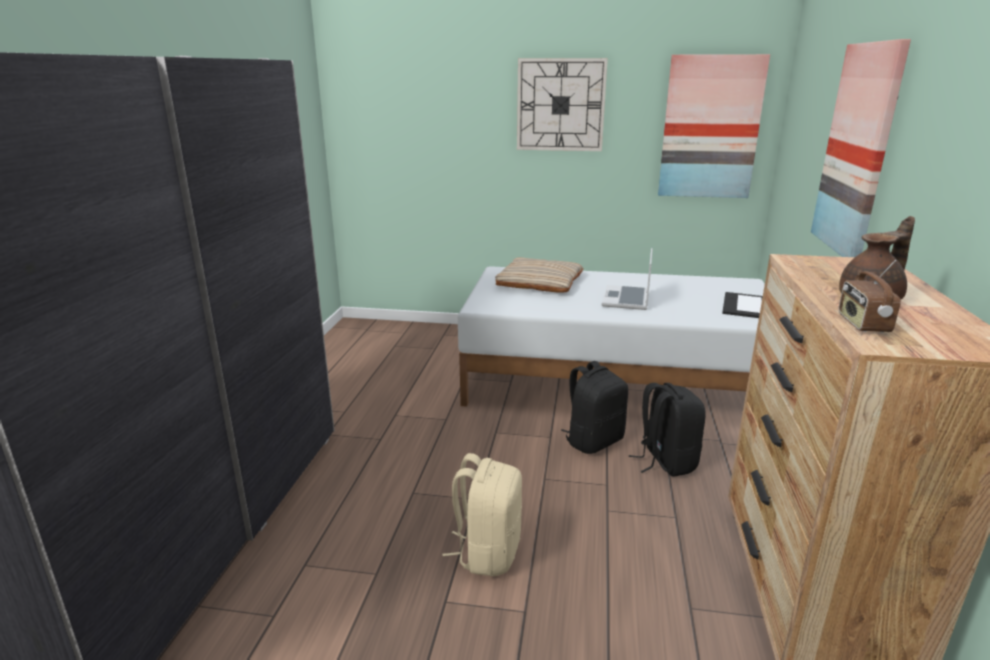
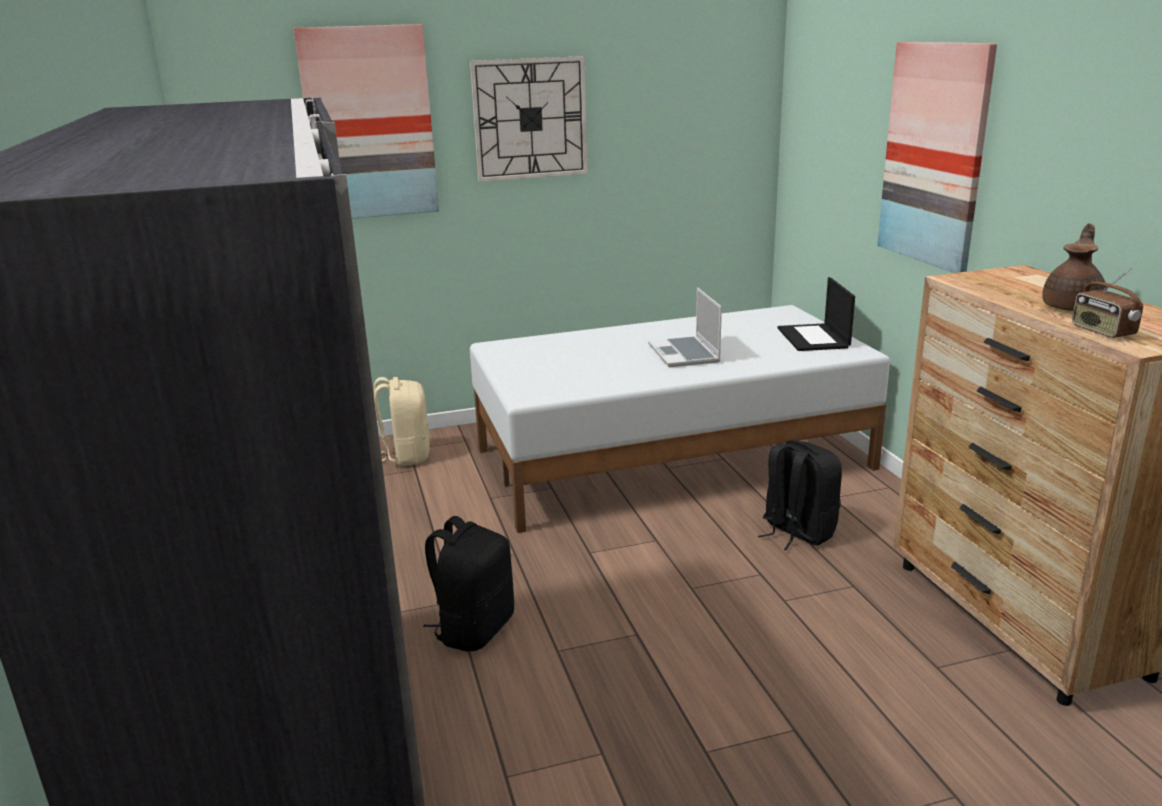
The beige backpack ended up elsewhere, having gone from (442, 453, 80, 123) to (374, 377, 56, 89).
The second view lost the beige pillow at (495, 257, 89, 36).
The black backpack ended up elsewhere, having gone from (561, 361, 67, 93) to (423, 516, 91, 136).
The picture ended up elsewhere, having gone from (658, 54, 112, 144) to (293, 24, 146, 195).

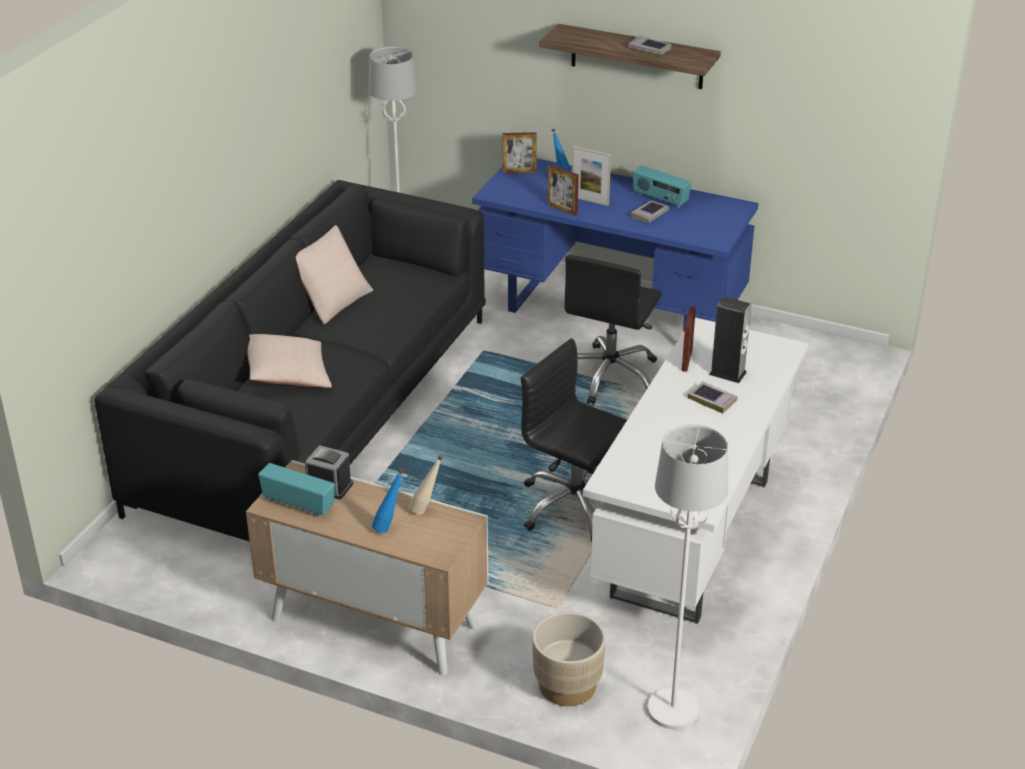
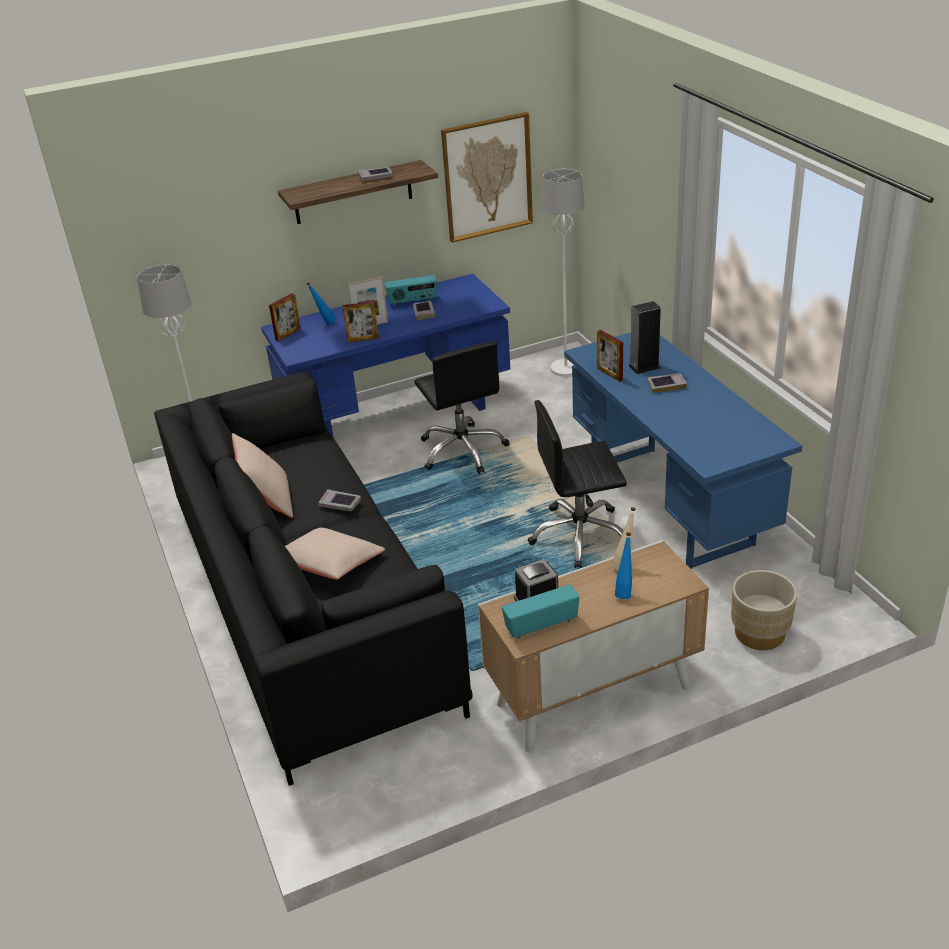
What was the white desk at (583, 317, 225, 307) turned into the blue desk at (564, 332, 238, 237).
The white floor lamp ended up elsewhere, having gone from (647, 425, 81, 304) to (541, 168, 44, 209).
The second view gained the book at (318, 489, 43, 22).
The second view gained the picture at (441, 112, 92, 131).

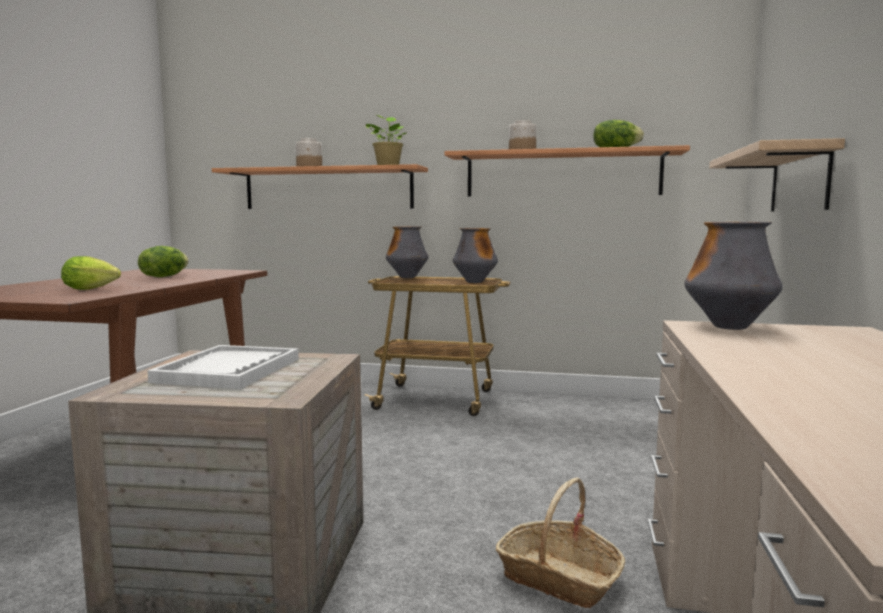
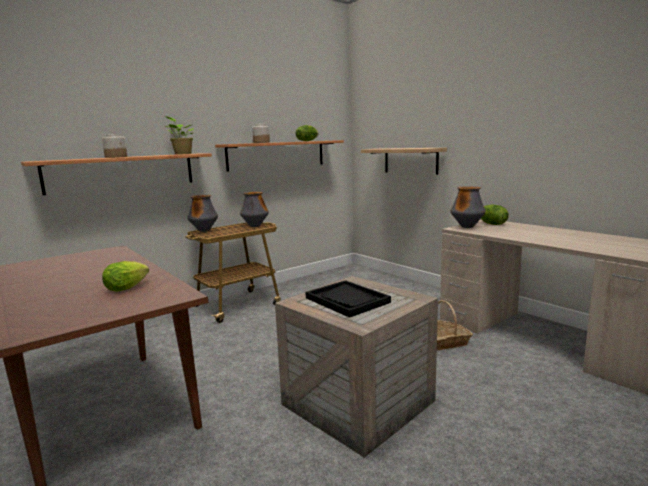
The lettuce ended up elsewhere, having gone from (138, 246, 51, 31) to (481, 205, 28, 20).
What was the white tray at (148, 345, 151, 44) turned into the black tray at (306, 280, 85, 38).

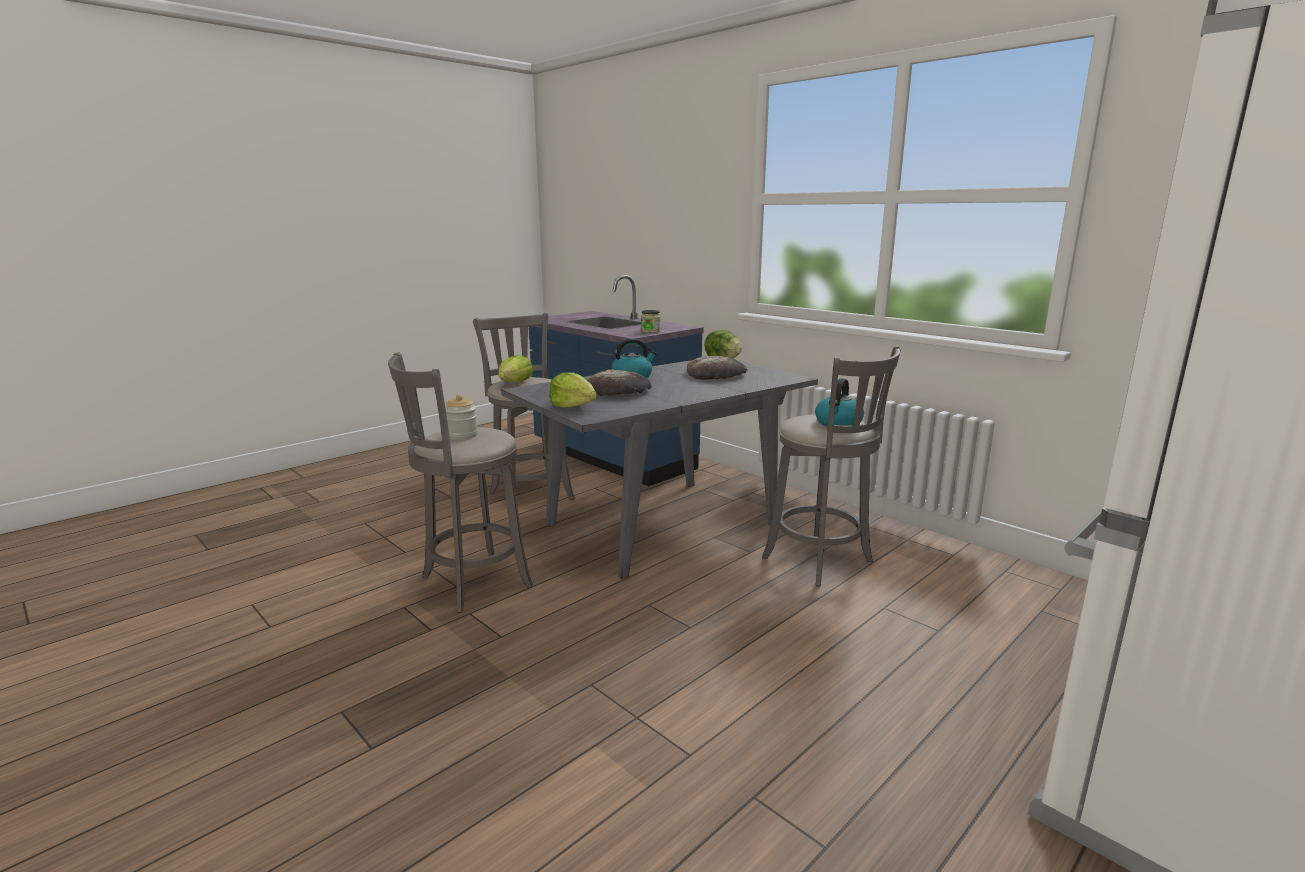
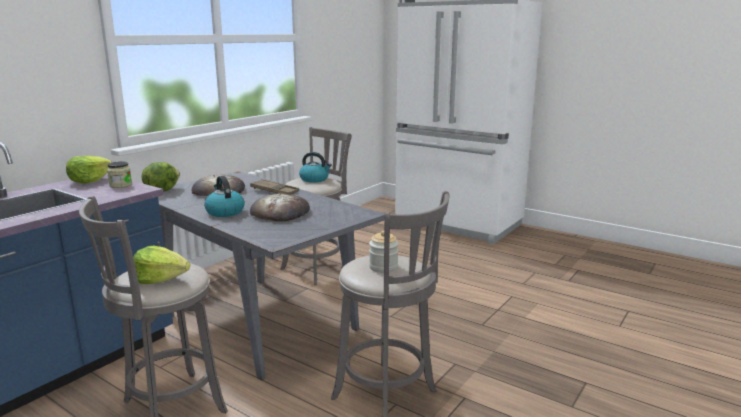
The lettuce ended up elsewhere, having gone from (549, 372, 48, 36) to (66, 156, 46, 28).
The second view gained the brown tray at (250, 179, 49, 16).

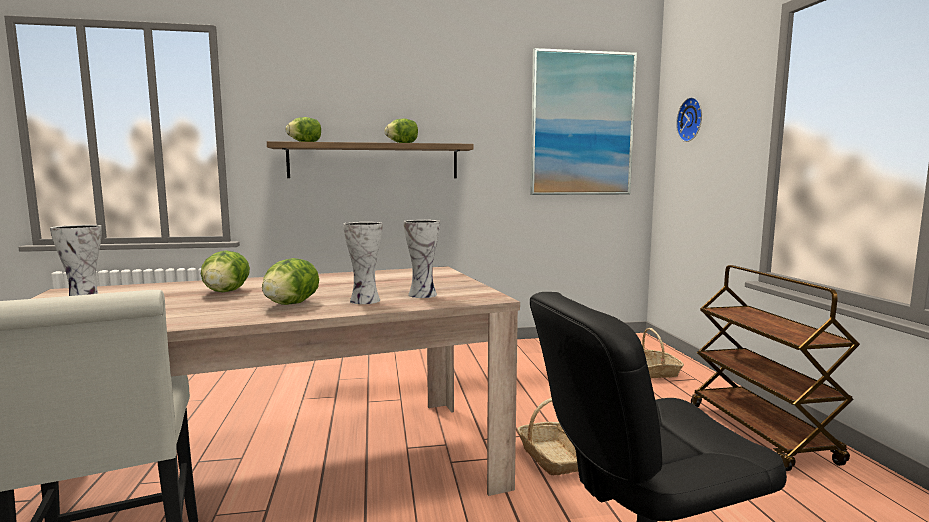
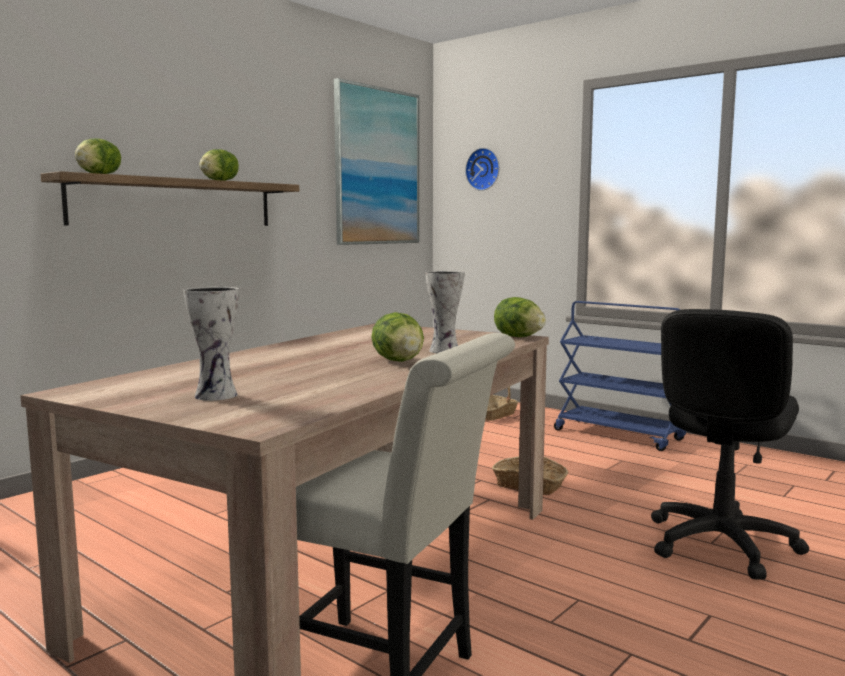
The lettuce ended up elsewhere, having gone from (201, 250, 49, 42) to (494, 297, 52, 40).
The second view lost the vase at (403, 220, 37, 78).
What was the brown cart at (691, 265, 169, 206) turned into the blue cart at (554, 301, 132, 150).

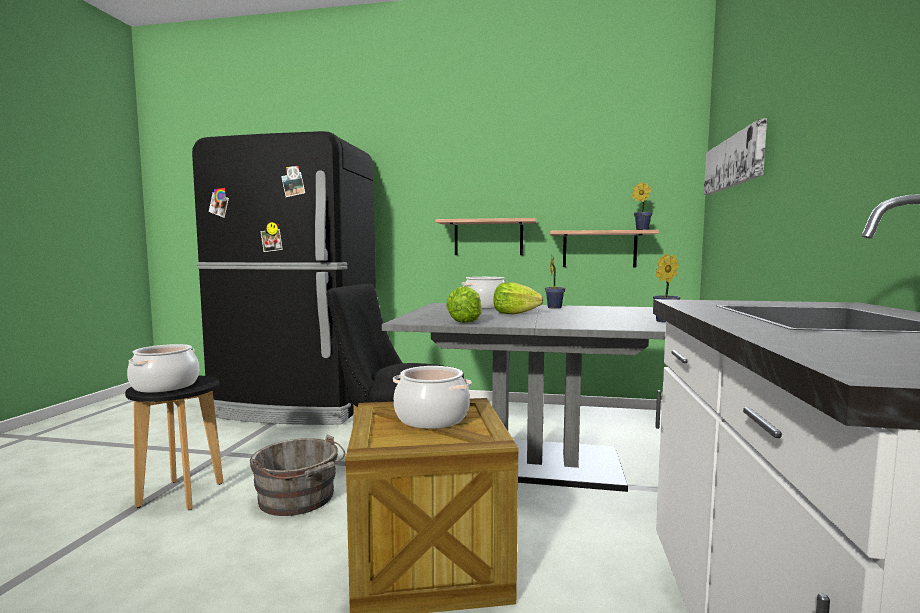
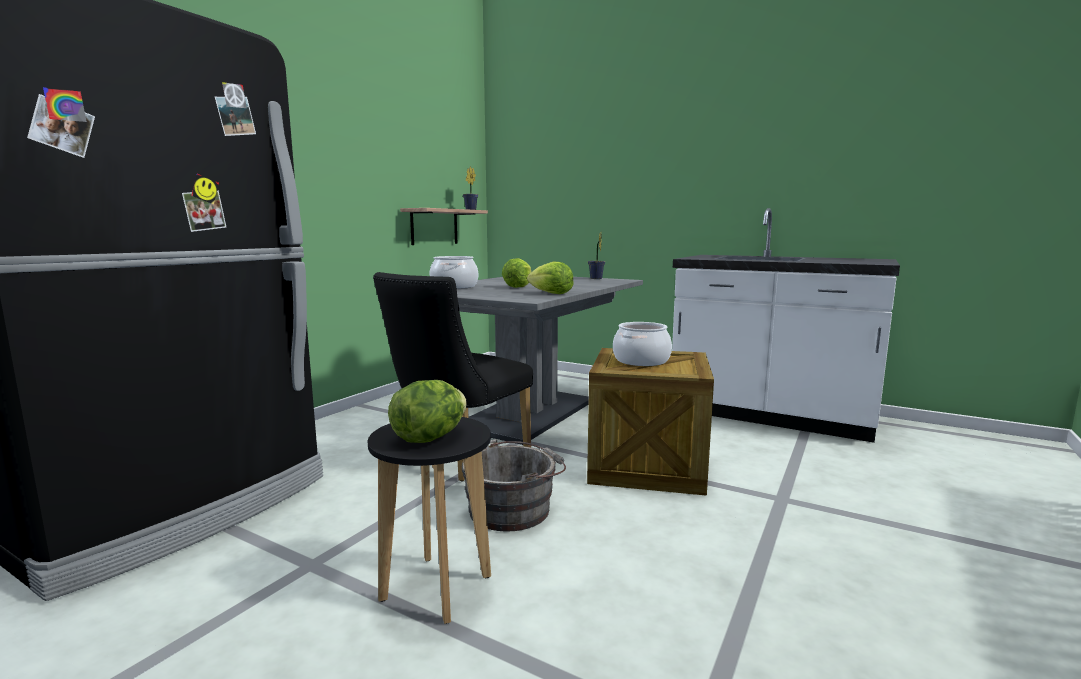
Where the cooking pot stood at (127, 344, 72, 49), the lettuce came to stand at (388, 380, 79, 63).
The second view lost the shelf at (435, 218, 101, 37).
The second view lost the potted plant at (545, 254, 20, 55).
The second view lost the picture at (704, 118, 63, 77).

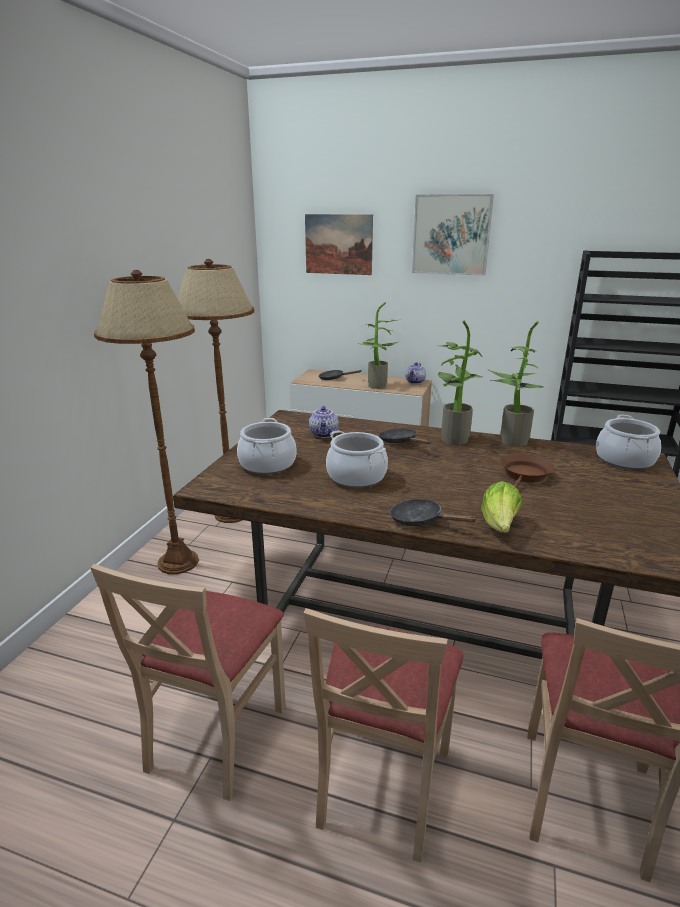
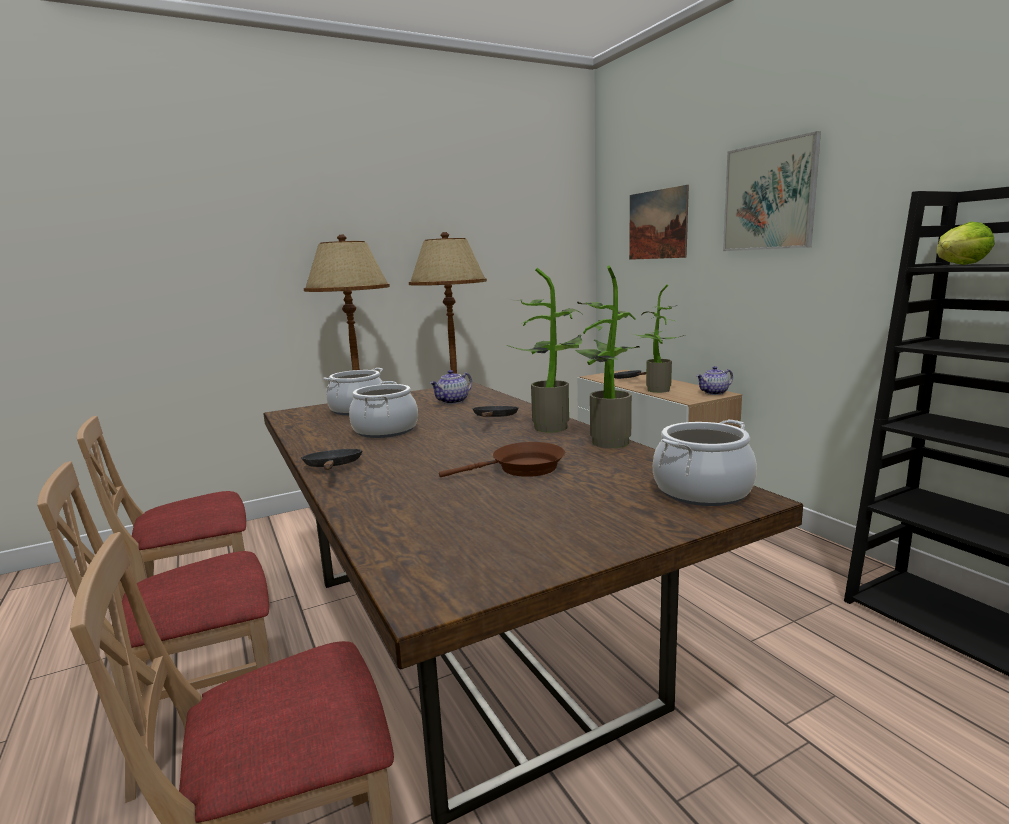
The lettuce ended up elsewhere, having gone from (481, 481, 41, 52) to (937, 222, 58, 43).

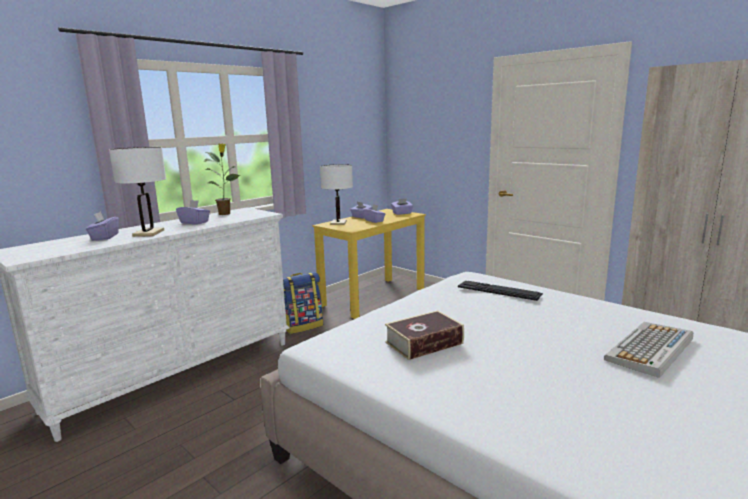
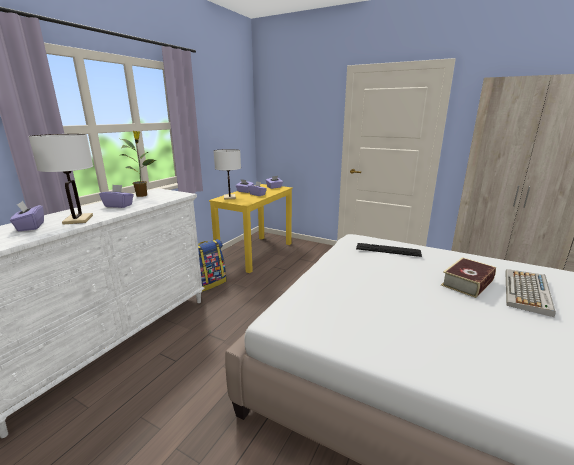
The book ended up elsewhere, having gone from (385, 310, 79, 50) to (441, 257, 55, 41).

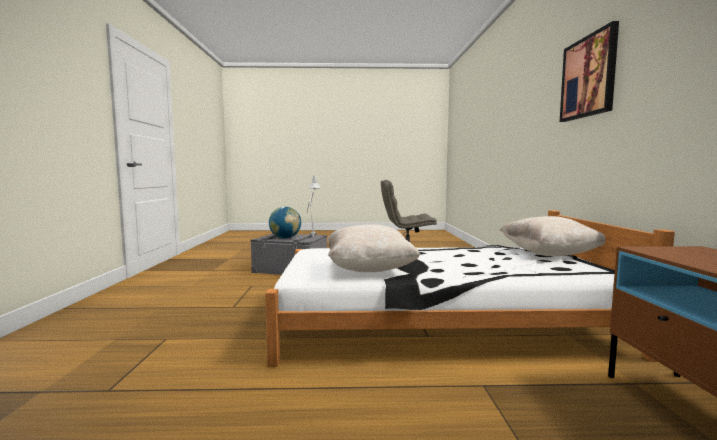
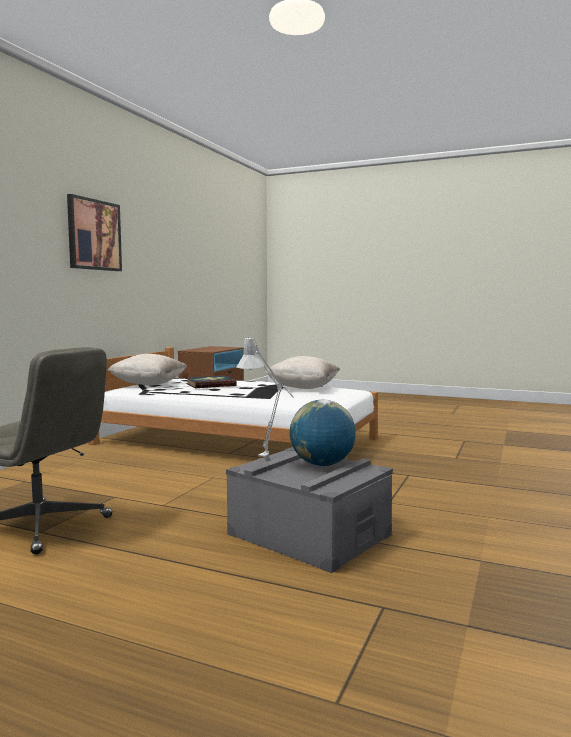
The second view gained the book at (186, 375, 51, 13).

